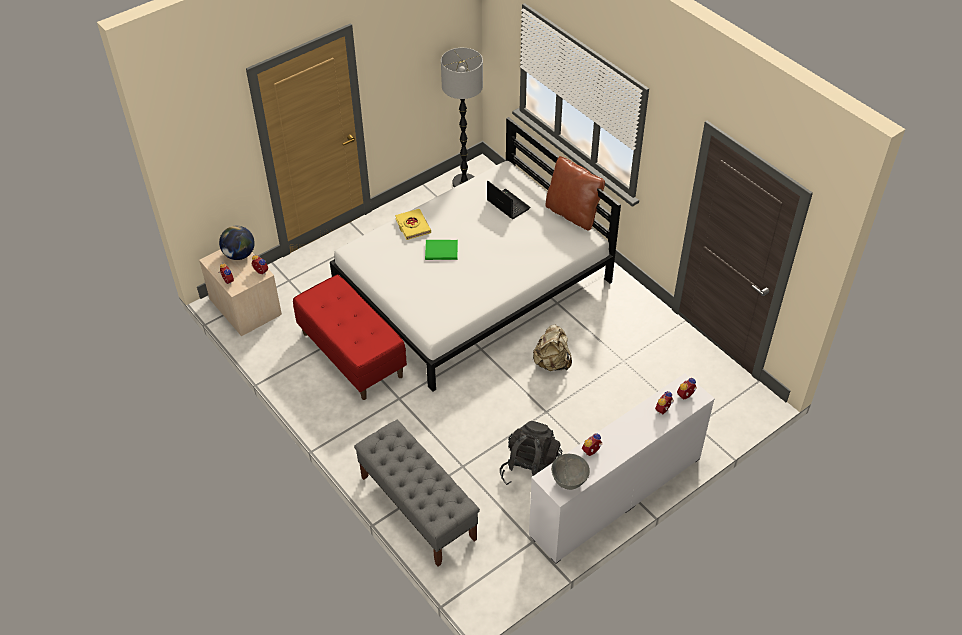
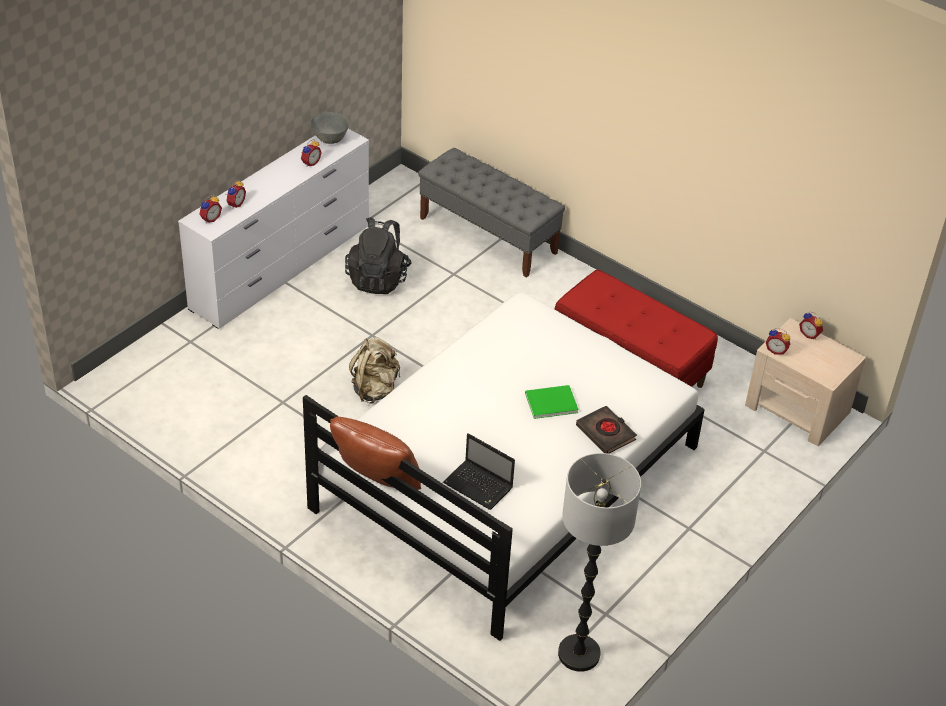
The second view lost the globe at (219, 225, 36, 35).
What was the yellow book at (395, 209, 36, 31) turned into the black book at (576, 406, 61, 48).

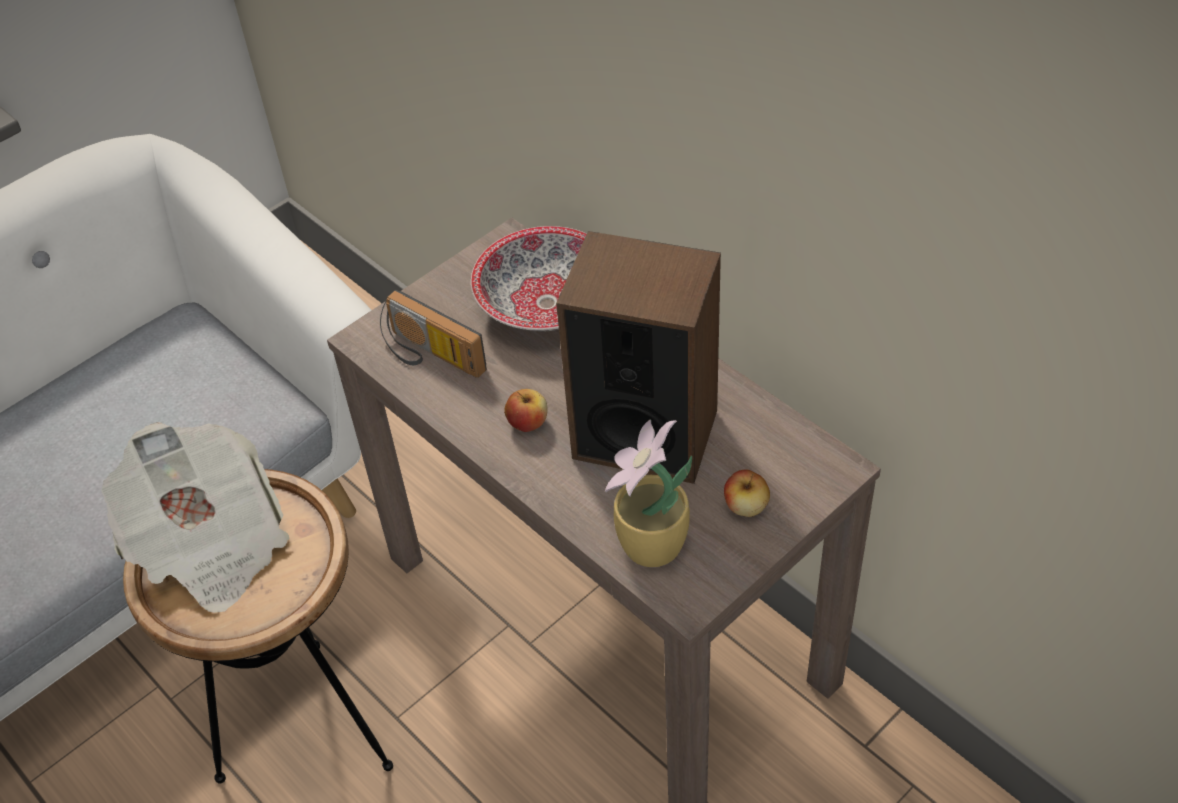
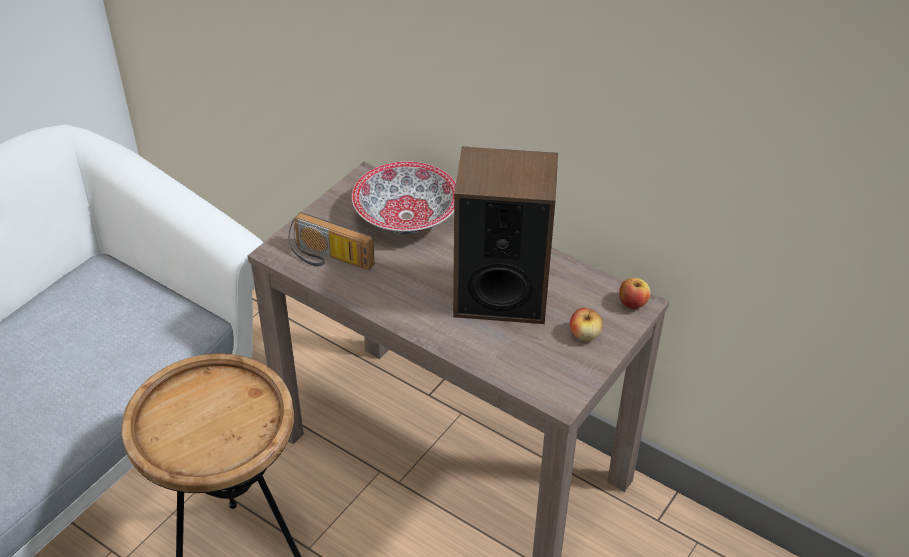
The second view lost the newspaper at (102, 422, 188, 191).
The apple ended up elsewhere, having gone from (504, 389, 43, 43) to (619, 278, 32, 31).
The second view lost the potted plant at (605, 420, 87, 147).

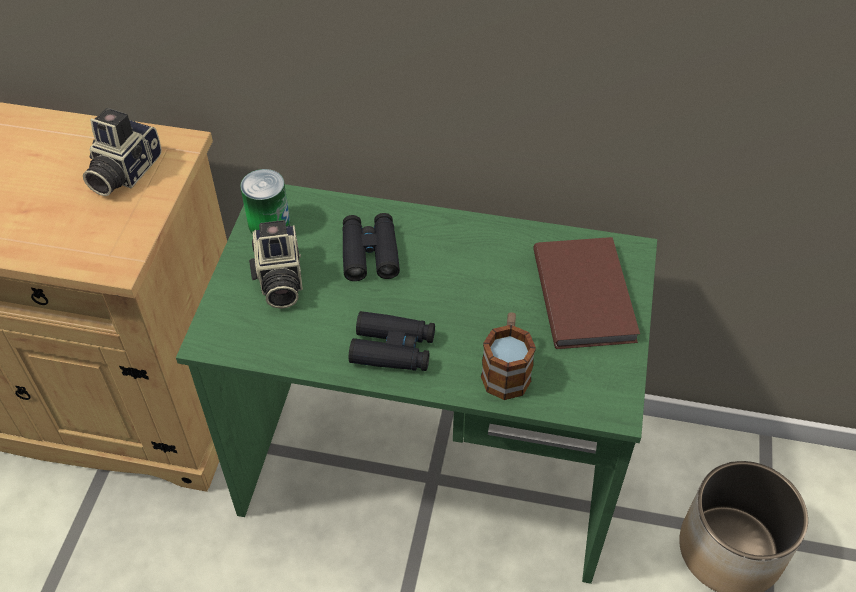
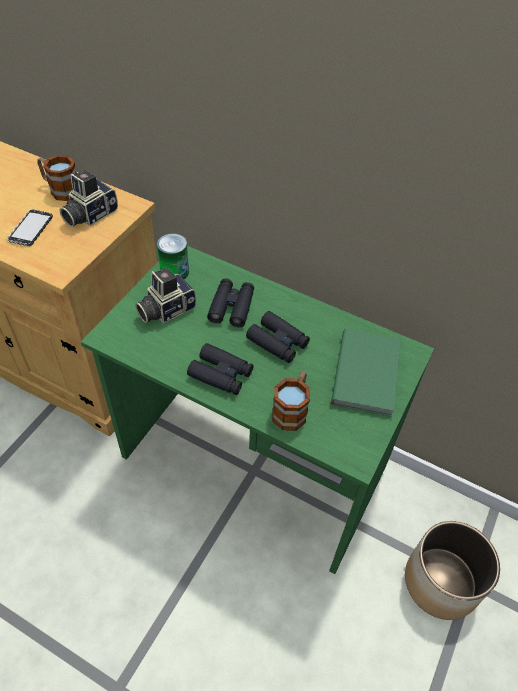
The photo camera at (249, 220, 54, 89) ended up facing another way, 45 degrees clockwise from before.
What was the brown book at (533, 237, 107, 112) turned into the green book at (331, 329, 70, 88).
The second view gained the phone at (7, 209, 46, 37).
The second view gained the mug at (37, 155, 40, 46).
The second view gained the black binoculars at (246, 311, 64, 52).

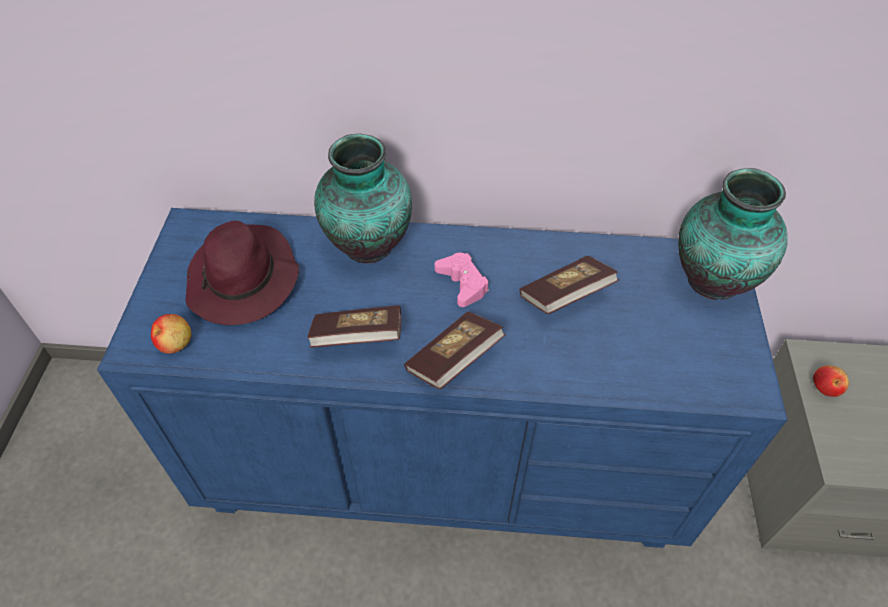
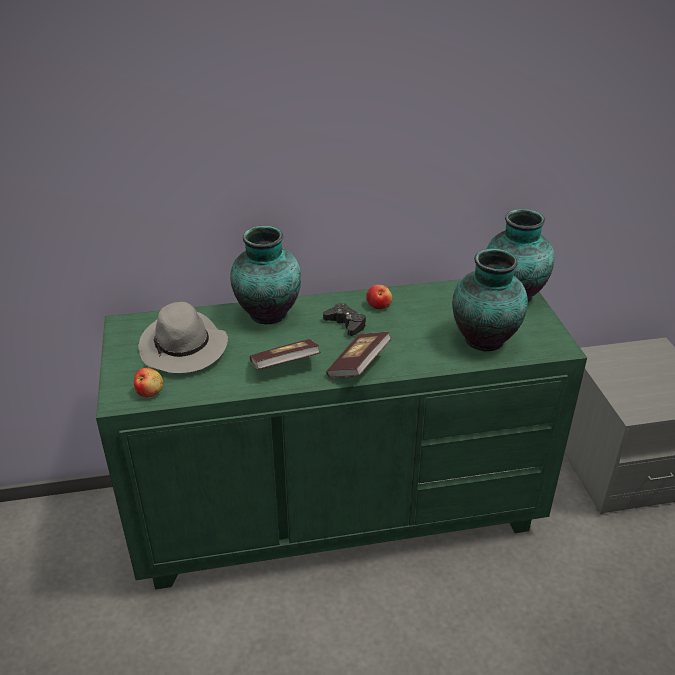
What was the blue dresser at (97, 208, 691, 340) turned into the green dresser at (96, 279, 491, 311).
What was the purple hat at (186, 221, 113, 104) turned into the grey hat at (138, 302, 90, 71).
What was the pink game controller at (435, 253, 54, 54) turned into the black game controller at (323, 303, 43, 33).
The second view lost the book at (519, 256, 100, 58).
The apple ended up elsewhere, having gone from (813, 366, 36, 31) to (366, 285, 26, 24).
The second view gained the vase at (452, 248, 76, 103).

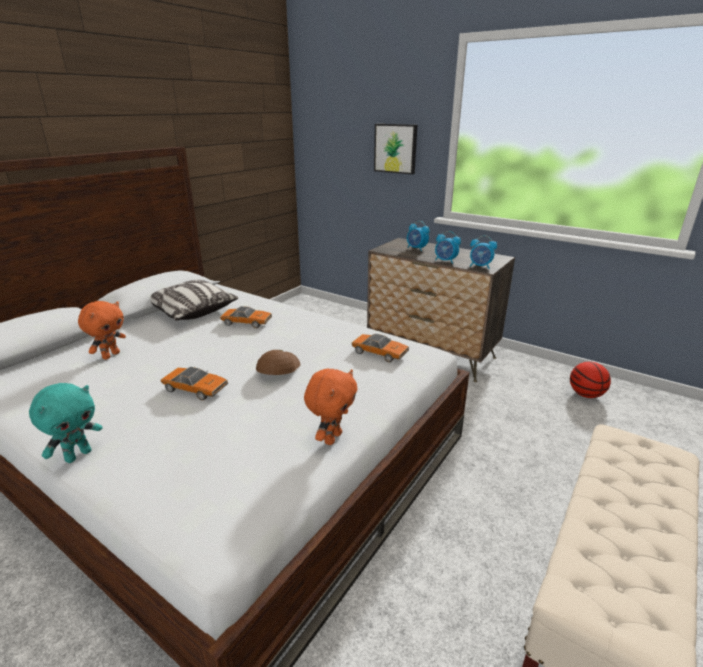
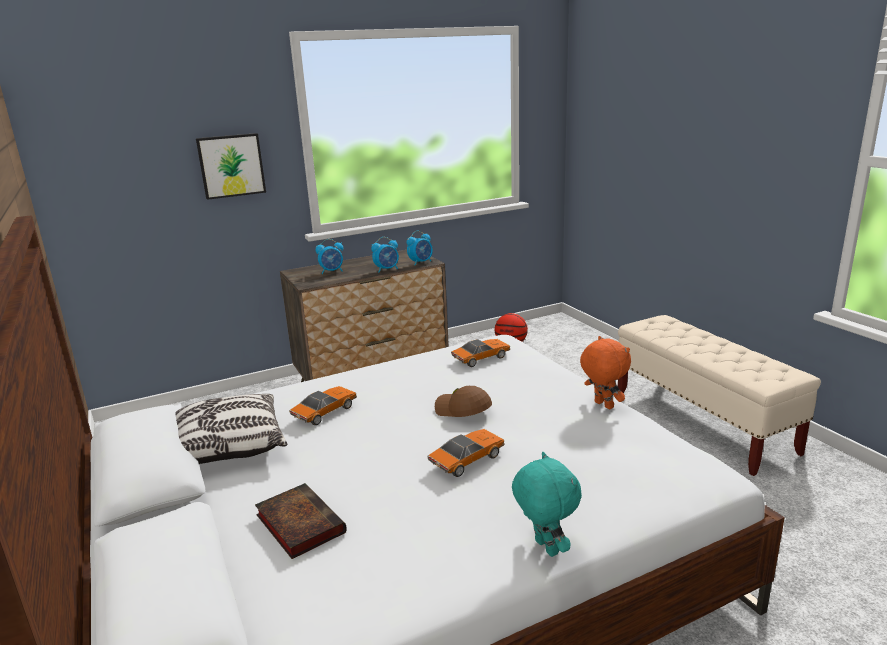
Where the orange plush toy stood at (78, 301, 48, 59), the book came to stand at (255, 483, 92, 76).

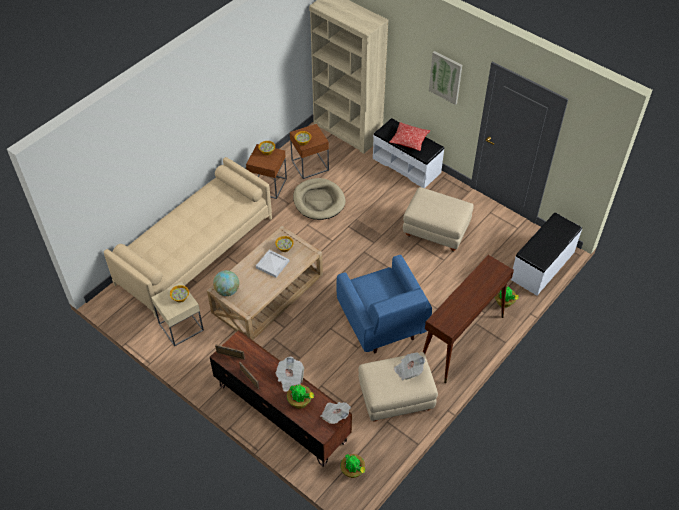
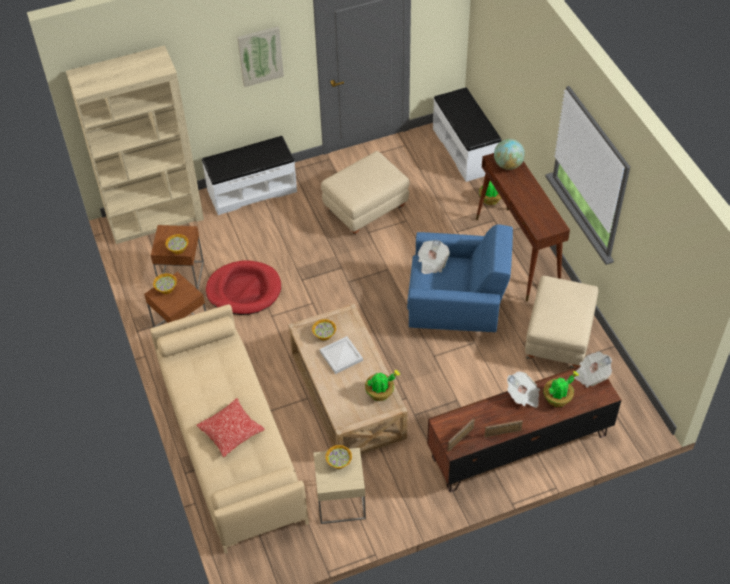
The globe ended up elsewhere, having gone from (213, 270, 26, 26) to (494, 139, 31, 31).
What was the beige dog bed at (293, 178, 52, 42) turned into the red dog bed at (206, 260, 75, 55).
The potted plant ended up elsewhere, having gone from (341, 454, 24, 24) to (365, 370, 35, 31).
The pillow ended up elsewhere, having gone from (389, 122, 41, 29) to (197, 398, 68, 59).
The newspaper ended up elsewhere, having gone from (394, 352, 31, 29) to (418, 240, 32, 34).

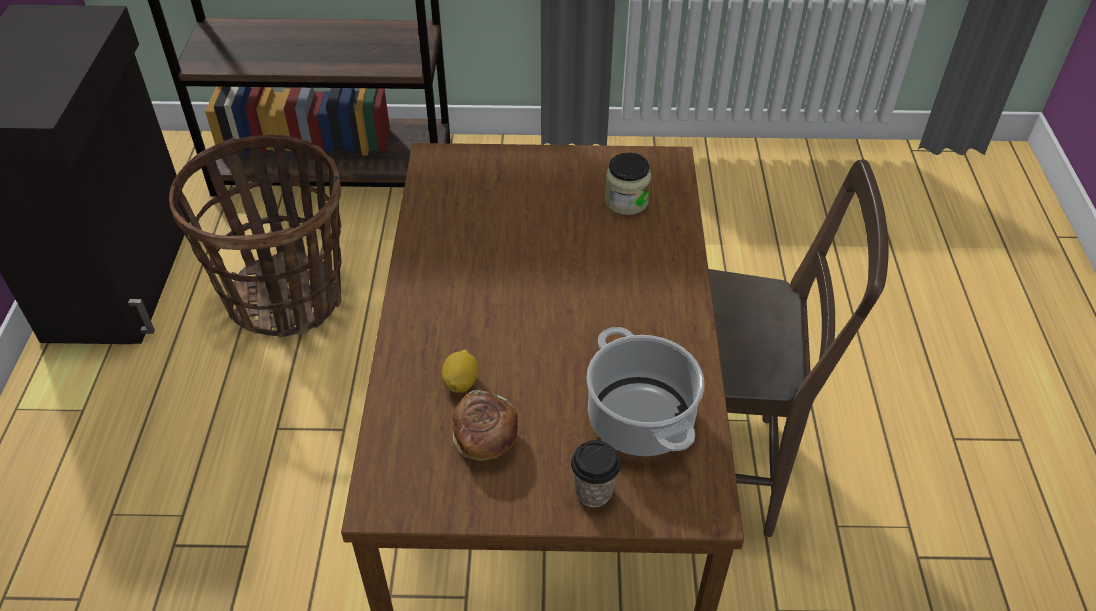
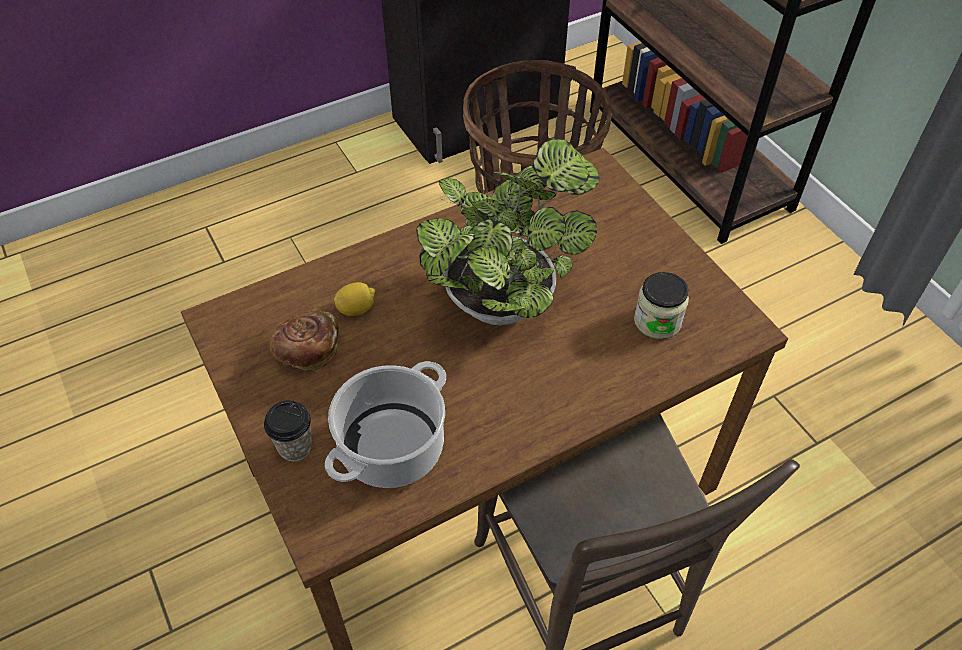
The second view gained the potted plant at (416, 139, 184, 186).

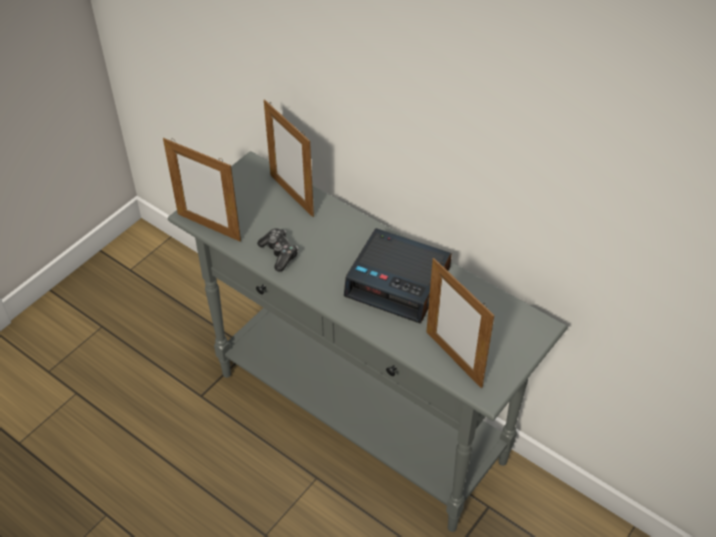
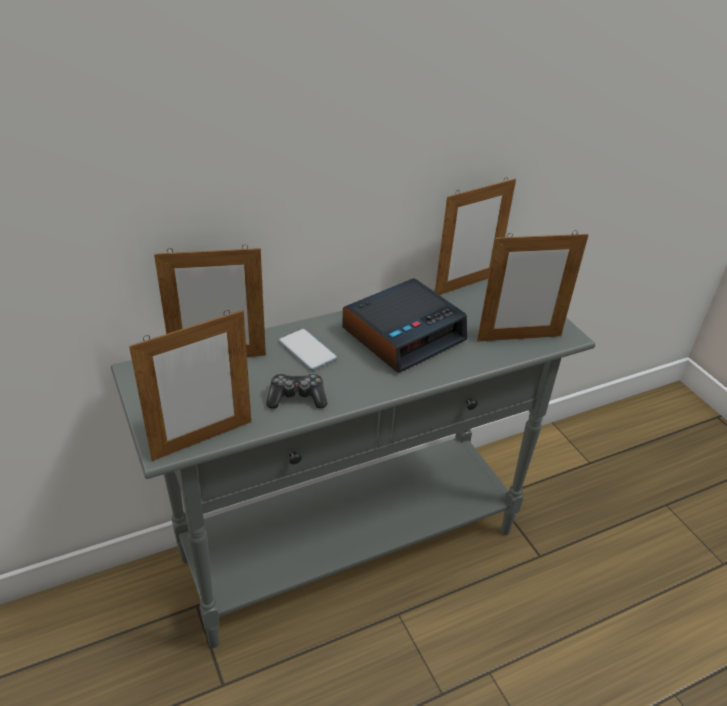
The second view gained the phone at (279, 329, 58, 41).
The second view gained the picture frame at (435, 177, 81, 118).

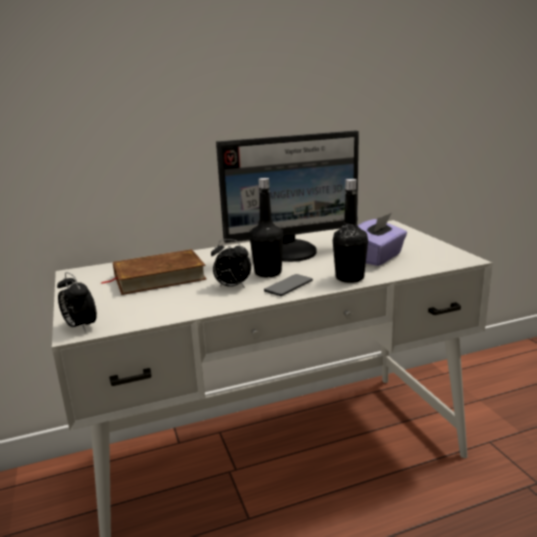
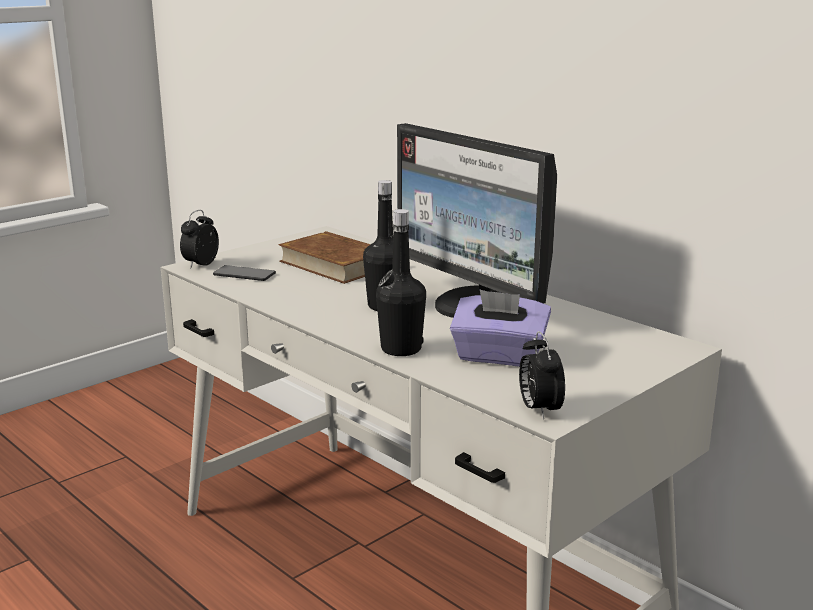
The alarm clock ended up elsewhere, having gone from (211, 239, 40, 49) to (519, 331, 46, 89).
The phone ended up elsewhere, having gone from (264, 274, 49, 22) to (213, 265, 63, 16).

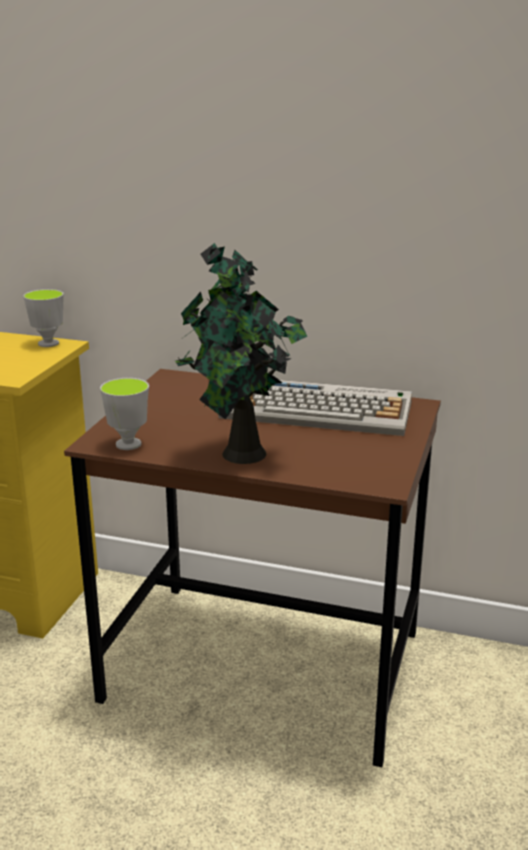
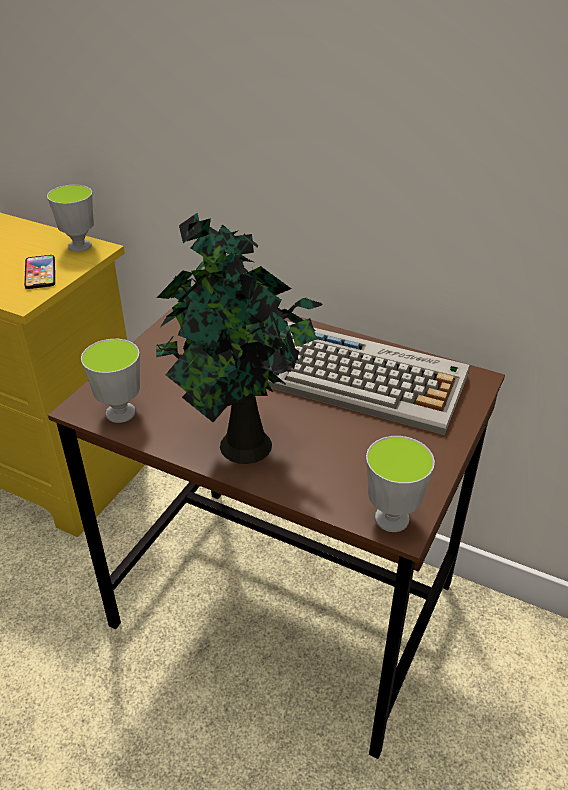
The second view gained the phone at (24, 255, 31, 34).
The second view gained the cup at (366, 436, 69, 96).

